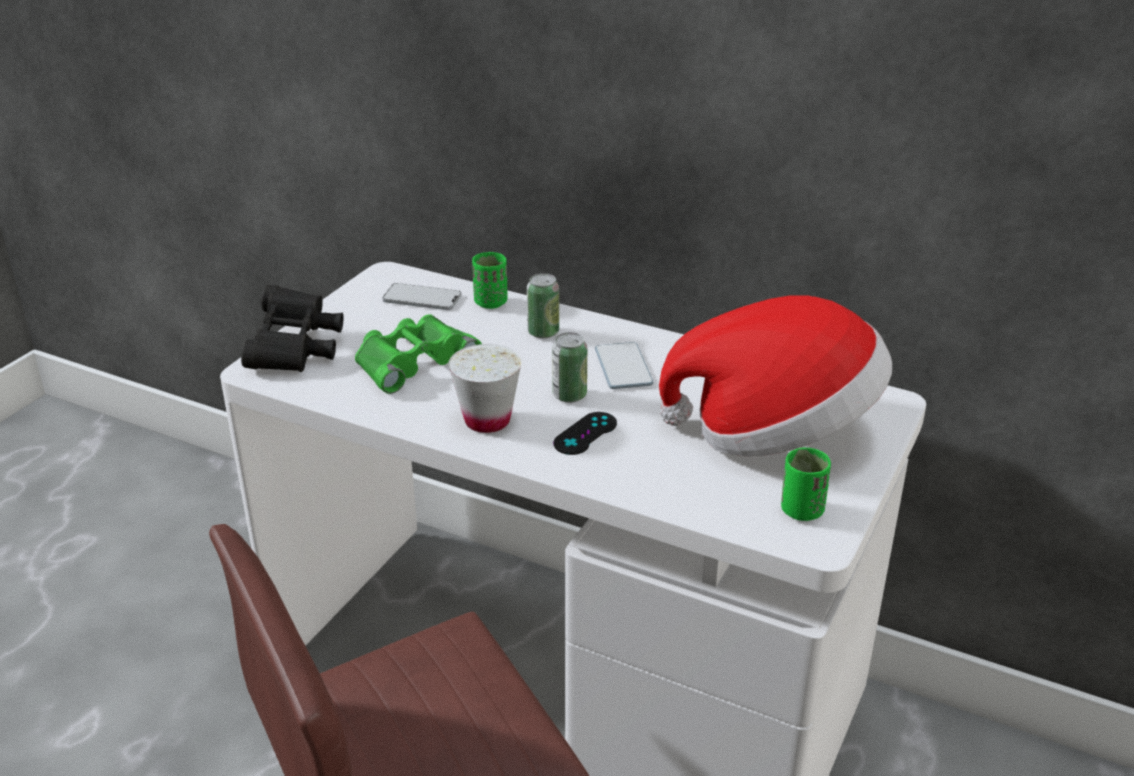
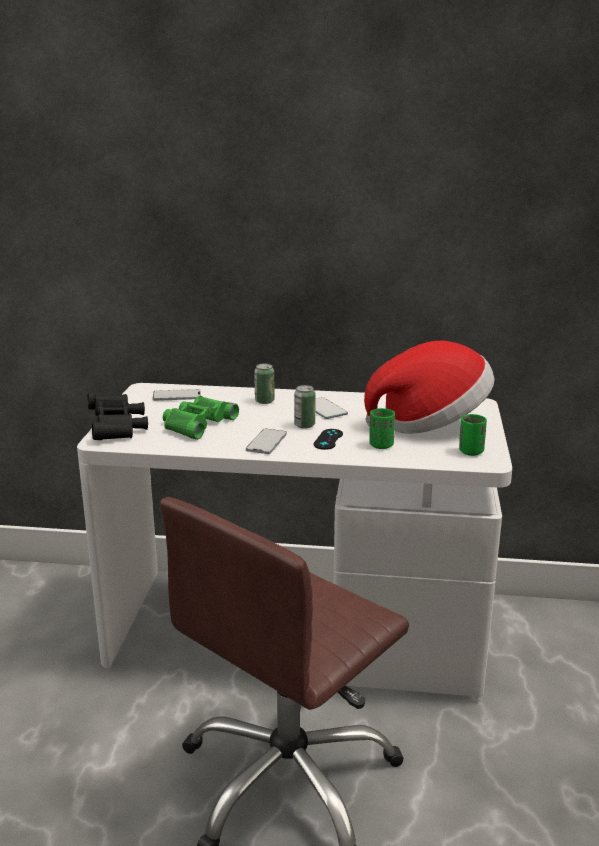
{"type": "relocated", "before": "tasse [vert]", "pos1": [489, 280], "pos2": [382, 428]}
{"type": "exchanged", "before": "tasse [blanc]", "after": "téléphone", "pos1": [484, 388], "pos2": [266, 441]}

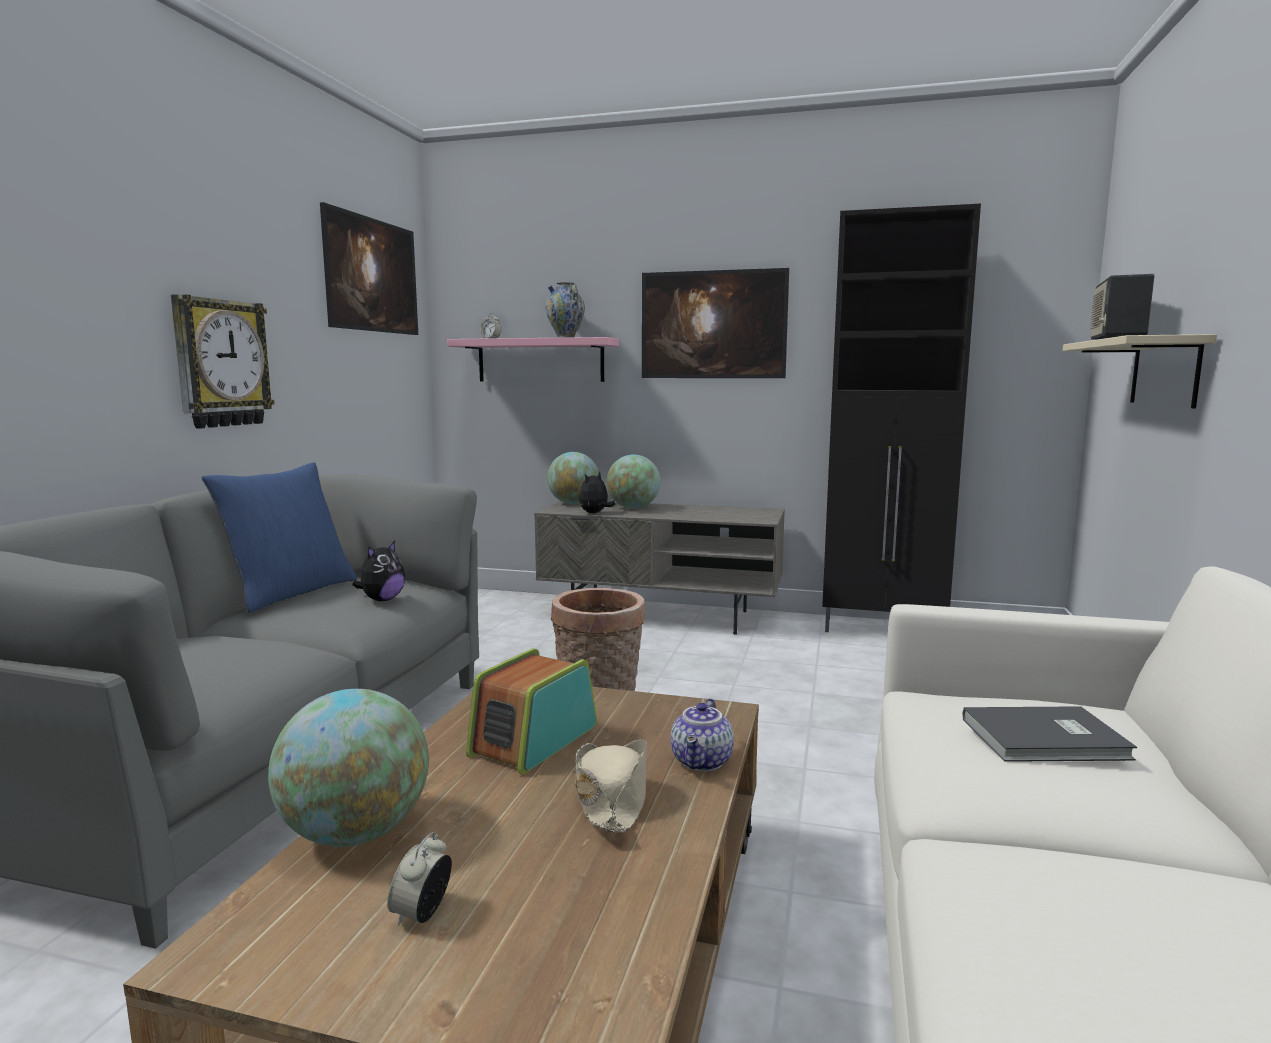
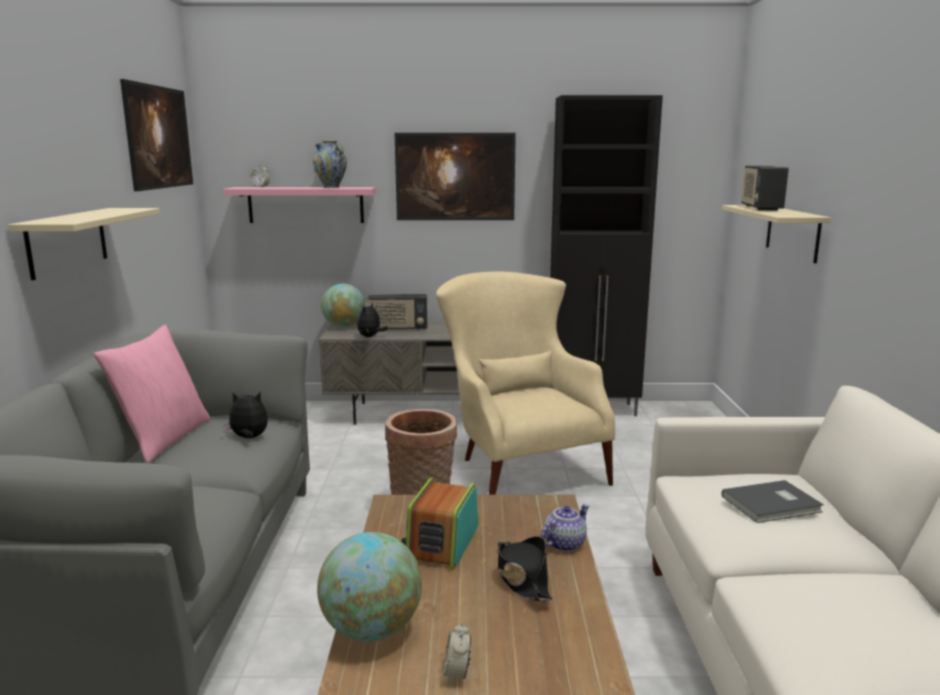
{"type": "appeared", "after": "fauteuil [beige]", "pos2": [525, 383]}
{"type": "exchanged", "before": "horloge murale", "after": "étagère [beige]", "pos1": [223, 361], "pos2": [84, 244]}
{"type": "exchanged", "before": "globe", "after": "radio", "pos1": [633, 481], "pos2": [396, 312]}
{"type": "colour", "before": "coussin [bleu]", "after": "coussin [rose]", "pos1": [279, 537], "pos2": [152, 394]}
{"type": "colour", "before": "chapeau [beige]", "after": "chapeau [noir]", "pos1": [611, 786], "pos2": [525, 569]}
{"type": "spun", "before": "peluche", "pos1": [379, 571], "pos2": [245, 415], "turn": -105}
{"type": "spun", "before": "théière", "pos1": [702, 735], "pos2": [565, 527], "turn": -135}

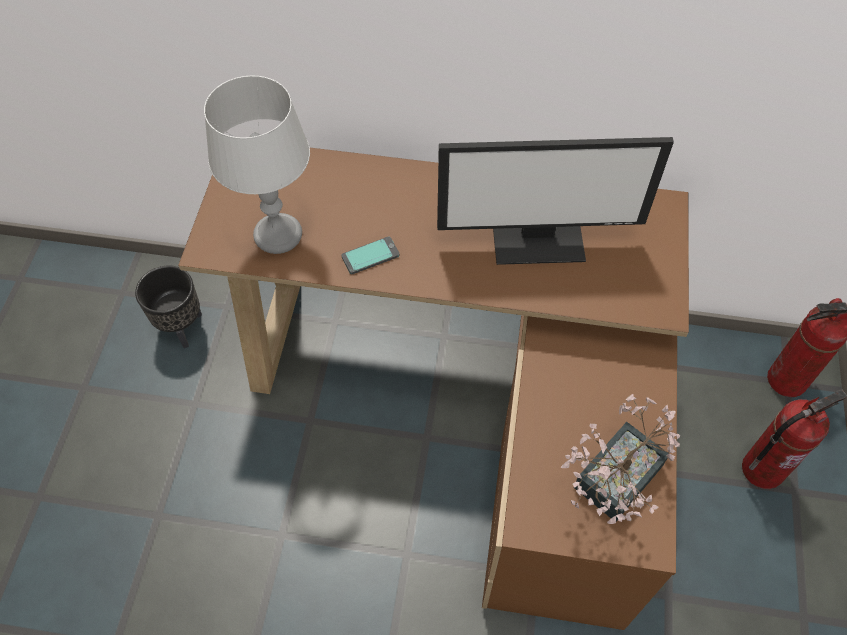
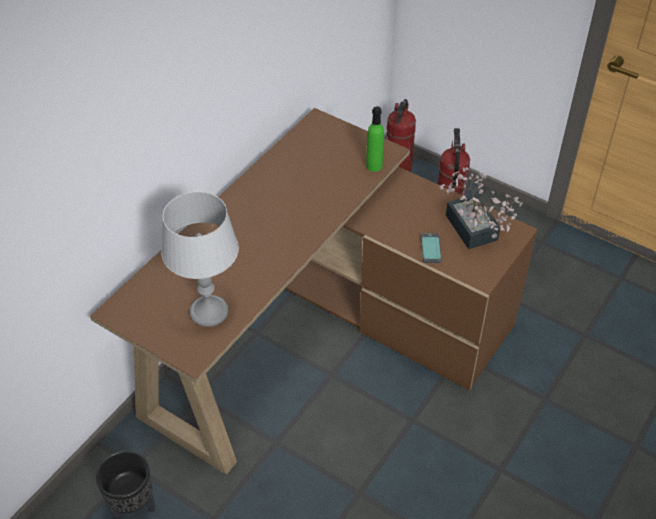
{"type": "missing", "before": "écran d'ordinateur", "pos1": [555, 201]}
{"type": "appeared", "after": "bouteille [vert]", "pos2": [375, 139]}
{"type": "relocated", "before": "téléphone", "pos1": [370, 255], "pos2": [431, 248]}

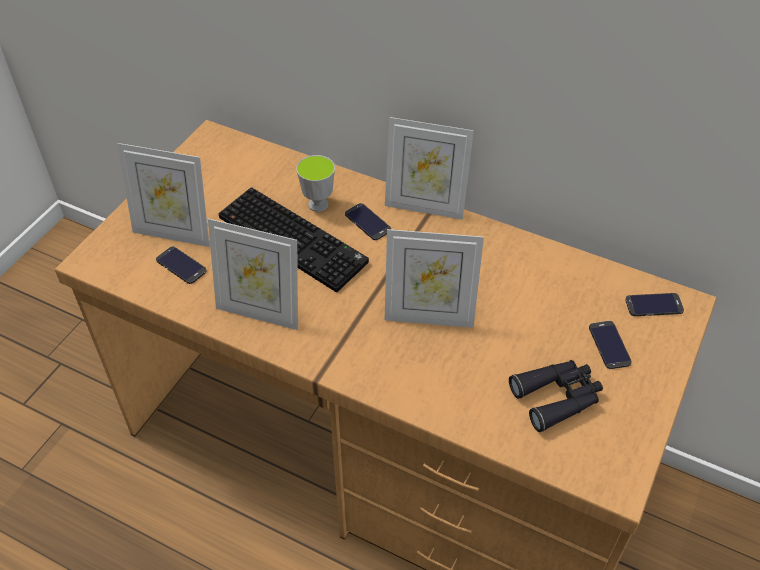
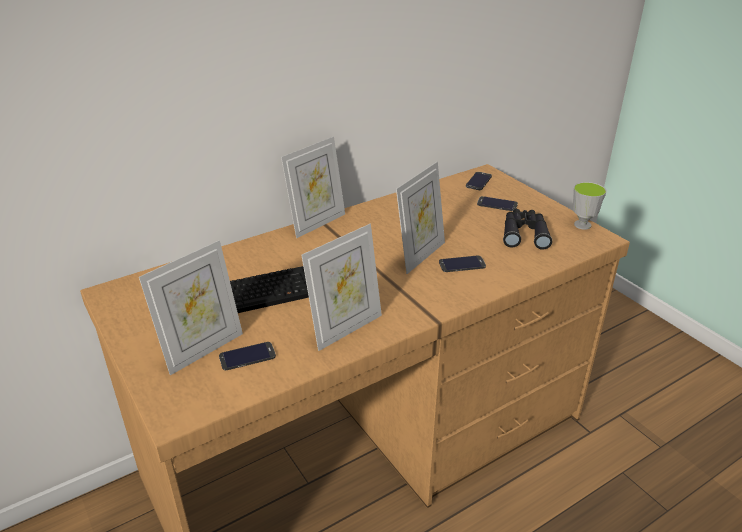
{"type": "relocated", "before": "tasse", "pos1": [315, 183], "pos2": [590, 206]}
{"type": "relocated", "before": "téléphone", "pos1": [368, 221], "pos2": [462, 264]}

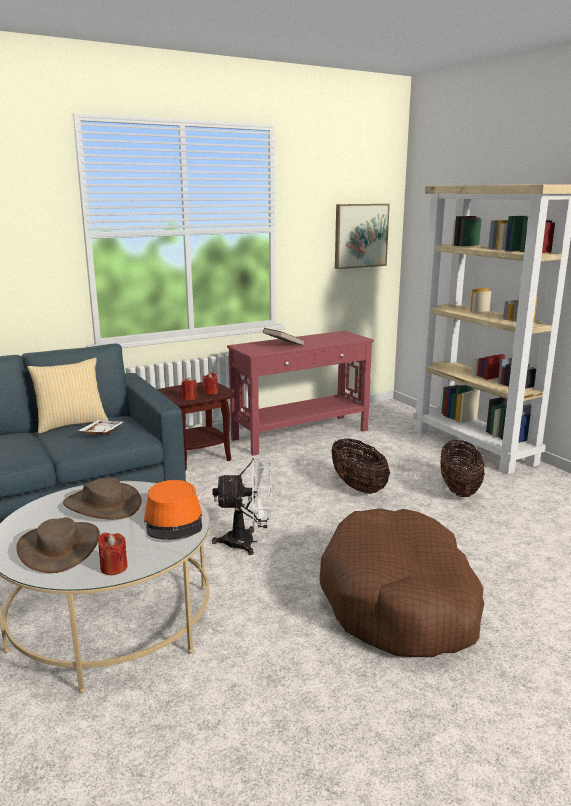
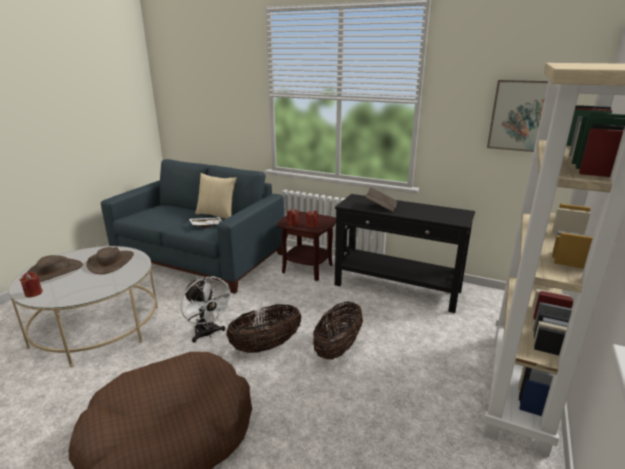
{"type": "missing", "before": "chapeau [orange]", "pos1": [173, 510]}
{"type": "relocated", "before": "panier", "pos1": [462, 468], "pos2": [263, 328]}
{"type": "colour", "before": "table console [rouge]", "after": "table console [noir]", "pos1": [300, 393], "pos2": [405, 253]}

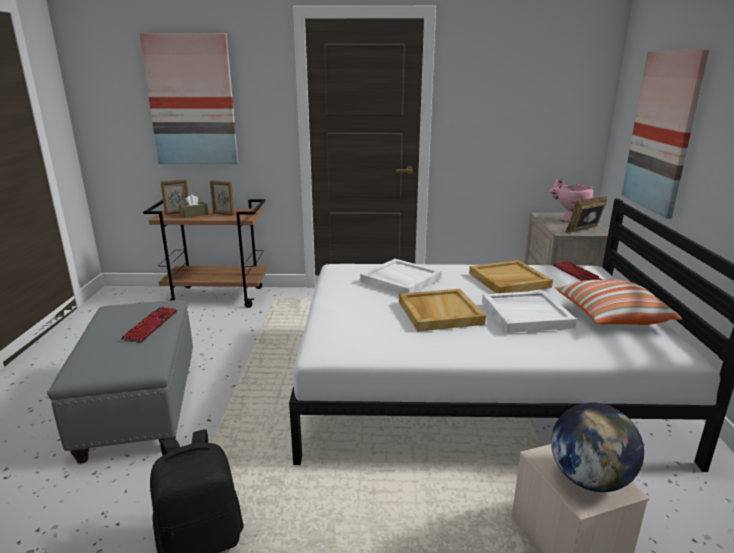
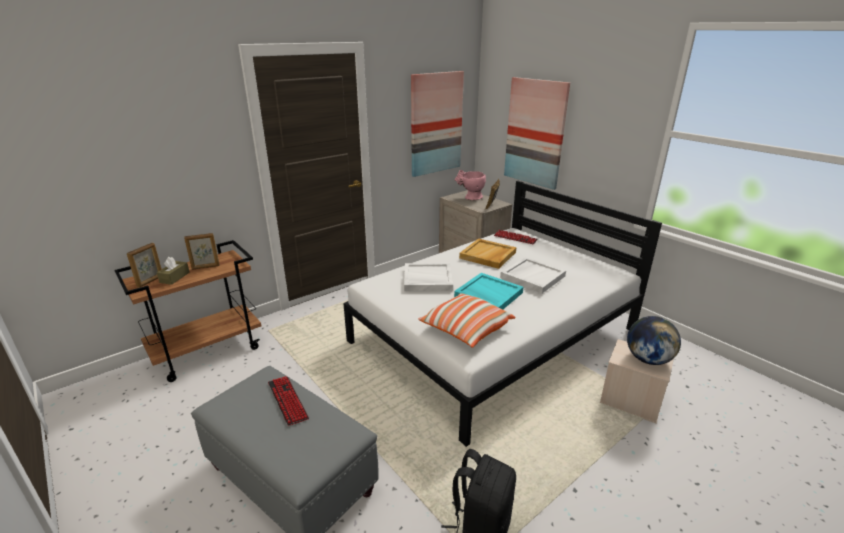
{"type": "relocated", "before": "tableau", "pos1": [188, 98], "pos2": [437, 124]}
{"type": "relocated", "before": "coussin", "pos1": [618, 302], "pos2": [467, 320]}
{"type": "colour", "before": "plateau [beige]", "after": "plateau [turquoise]", "pos1": [442, 310], "pos2": [489, 291]}

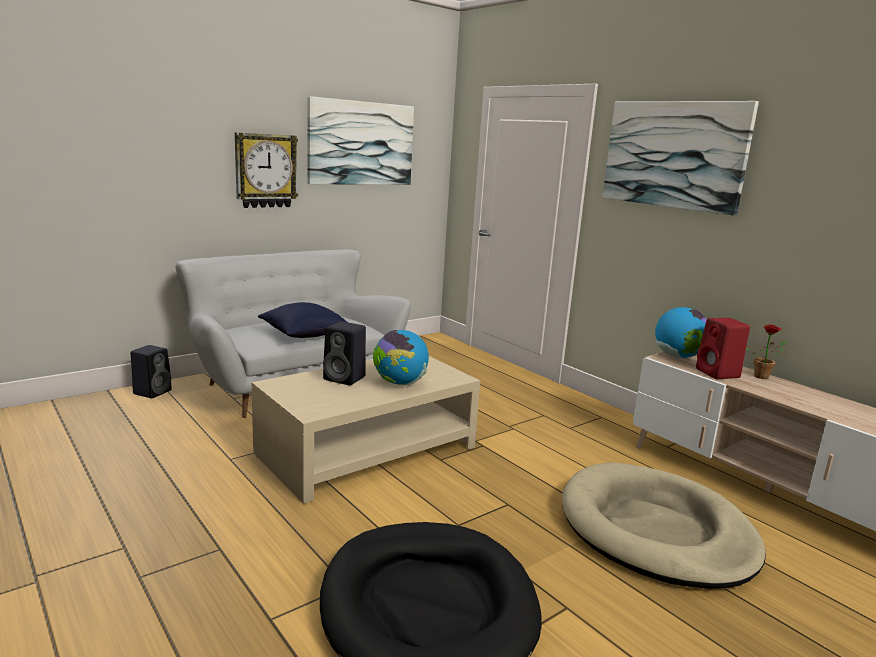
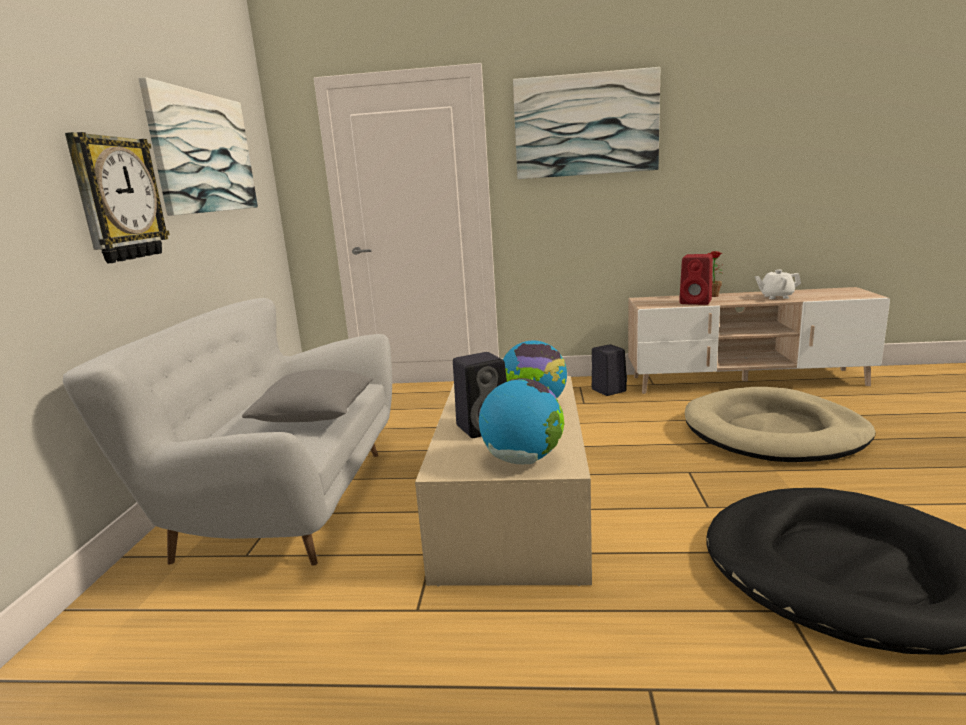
{"type": "appeared", "after": "théière [blanc]", "pos2": [778, 284]}
{"type": "relocated", "before": "enceinte [noir]", "pos1": [151, 372], "pos2": [609, 370]}
{"type": "relocated", "before": "globe", "pos1": [681, 333], "pos2": [522, 421]}
{"type": "colour", "before": "coussin [bleu]", "after": "coussin [gris]", "pos1": [302, 320], "pos2": [307, 395]}

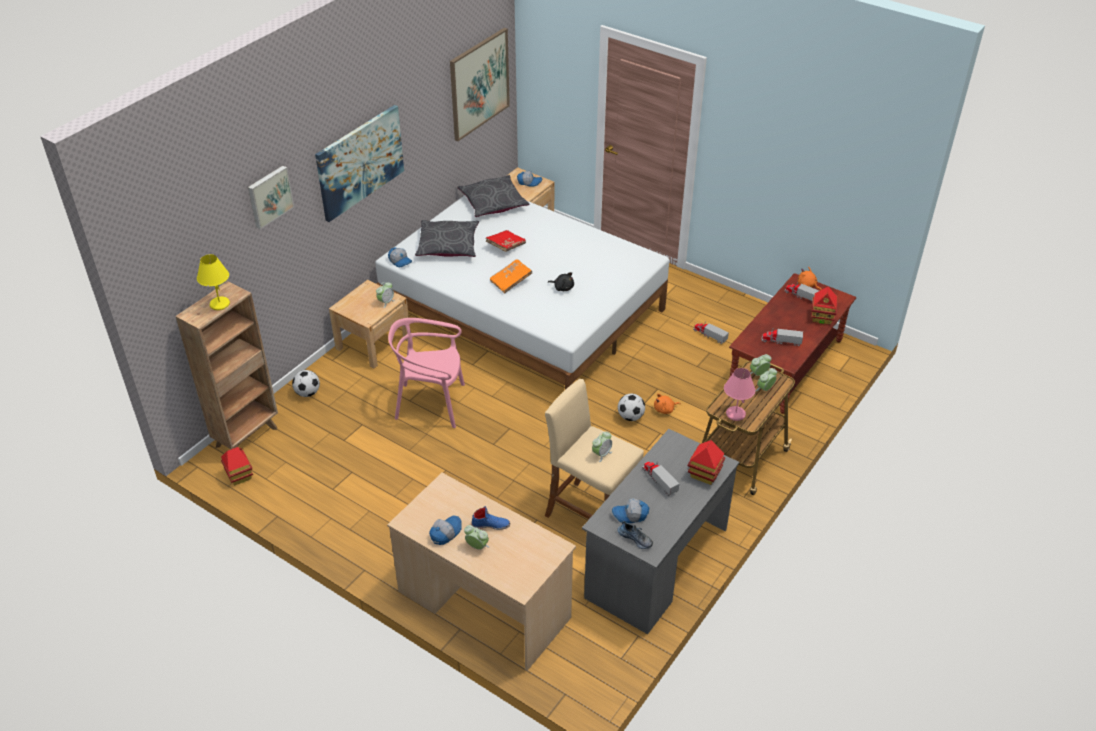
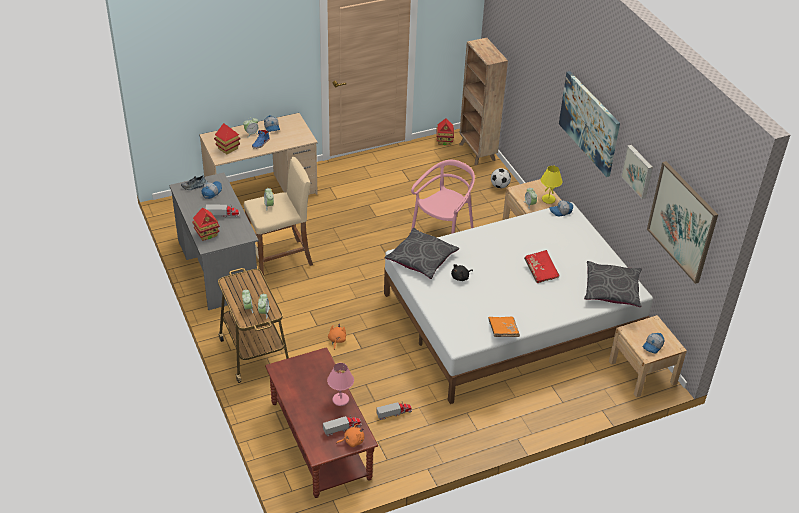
{"type": "missing", "before": "ballon de foot", "pos1": [631, 407]}
{"type": "missing", "before": "camion jouet", "pos1": [782, 337]}
{"type": "relocated", "before": "lampe de table [jaune]", "pos1": [213, 282], "pos2": [552, 184]}
{"type": "relocated", "before": "tableau", "pos1": [271, 197], "pos2": [637, 172]}
{"type": "relocated", "before": "coussin [gris]", "pos1": [447, 238], "pos2": [421, 253]}
{"type": "relocated", "before": "livre [orange]", "pos1": [511, 276], "pos2": [504, 327]}
{"type": "relocated", "before": "lampe de table [rose]", "pos1": [740, 394], "pos2": [340, 384]}
{"type": "relocated", "before": "maison miniature", "pos1": [824, 306], "pos2": [227, 138]}

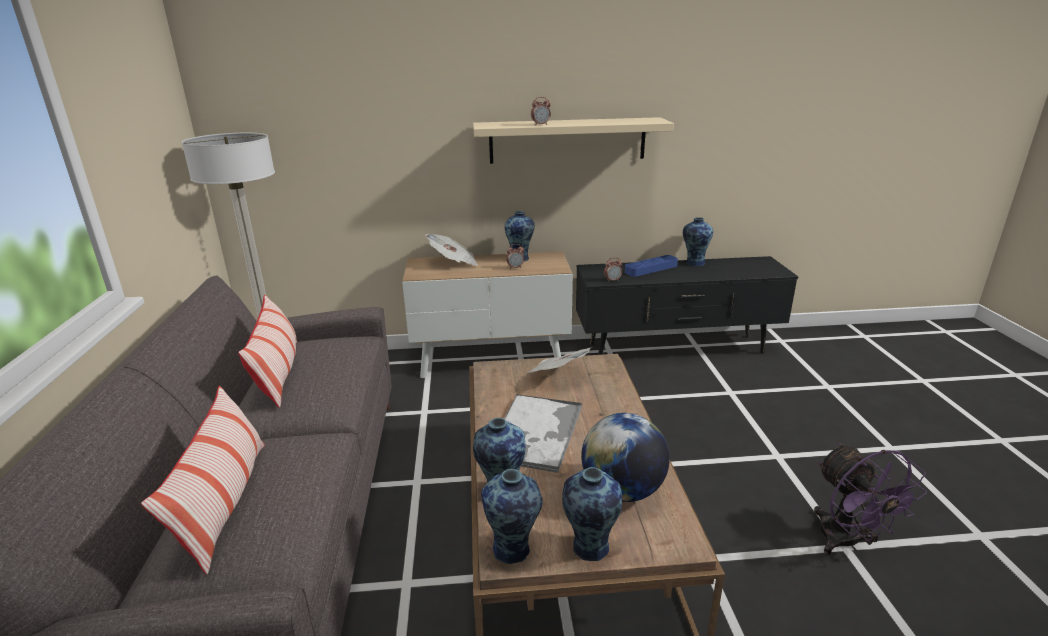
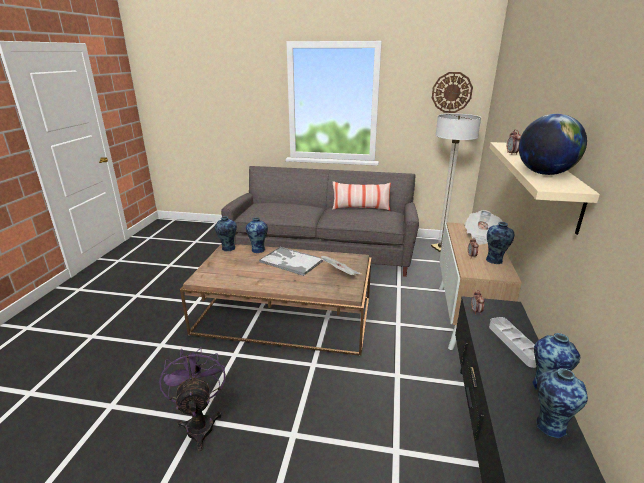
{"type": "missing", "before": "coussin", "pos1": [203, 480]}
{"type": "appeared", "after": "horloge murale", "pos2": [452, 92]}
{"type": "relocated", "before": "vase", "pos1": [592, 514], "pos2": [562, 403]}
{"type": "relocated", "before": "globe", "pos1": [625, 457], "pos2": [553, 144]}
{"type": "colour", "before": "plateau [bleu]", "after": "plateau [gris]", "pos1": [651, 266], "pos2": [512, 342]}
{"type": "spun", "before": "ventilateur [violet]", "pos1": [870, 499], "pos2": [192, 399], "turn": 75}

